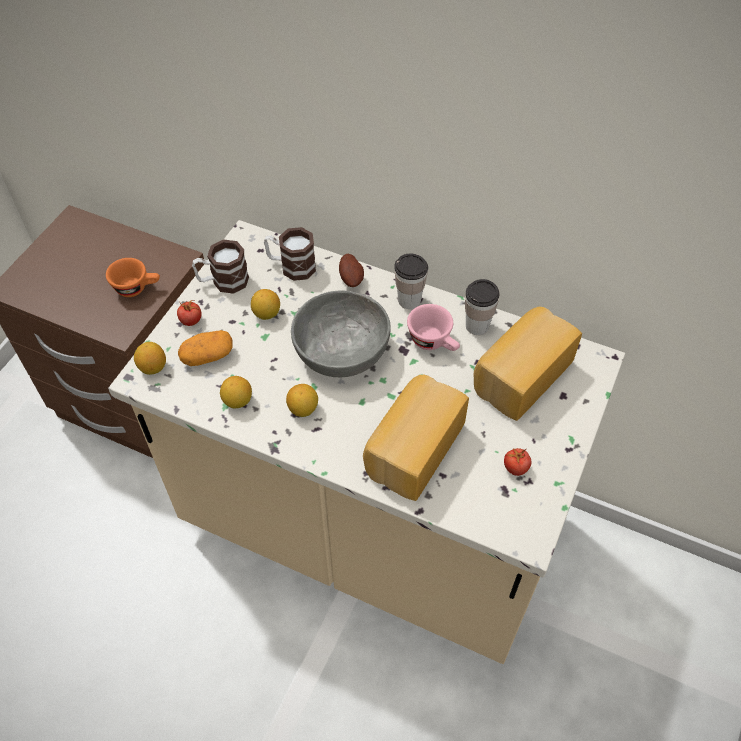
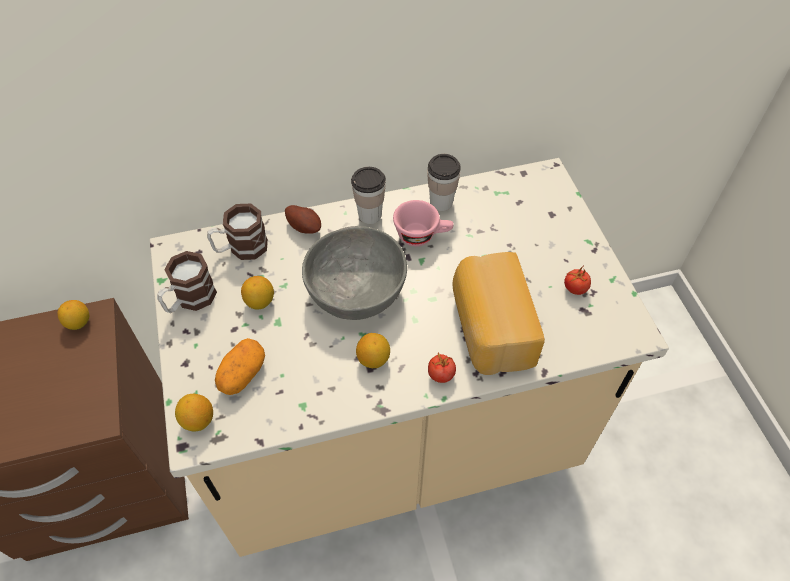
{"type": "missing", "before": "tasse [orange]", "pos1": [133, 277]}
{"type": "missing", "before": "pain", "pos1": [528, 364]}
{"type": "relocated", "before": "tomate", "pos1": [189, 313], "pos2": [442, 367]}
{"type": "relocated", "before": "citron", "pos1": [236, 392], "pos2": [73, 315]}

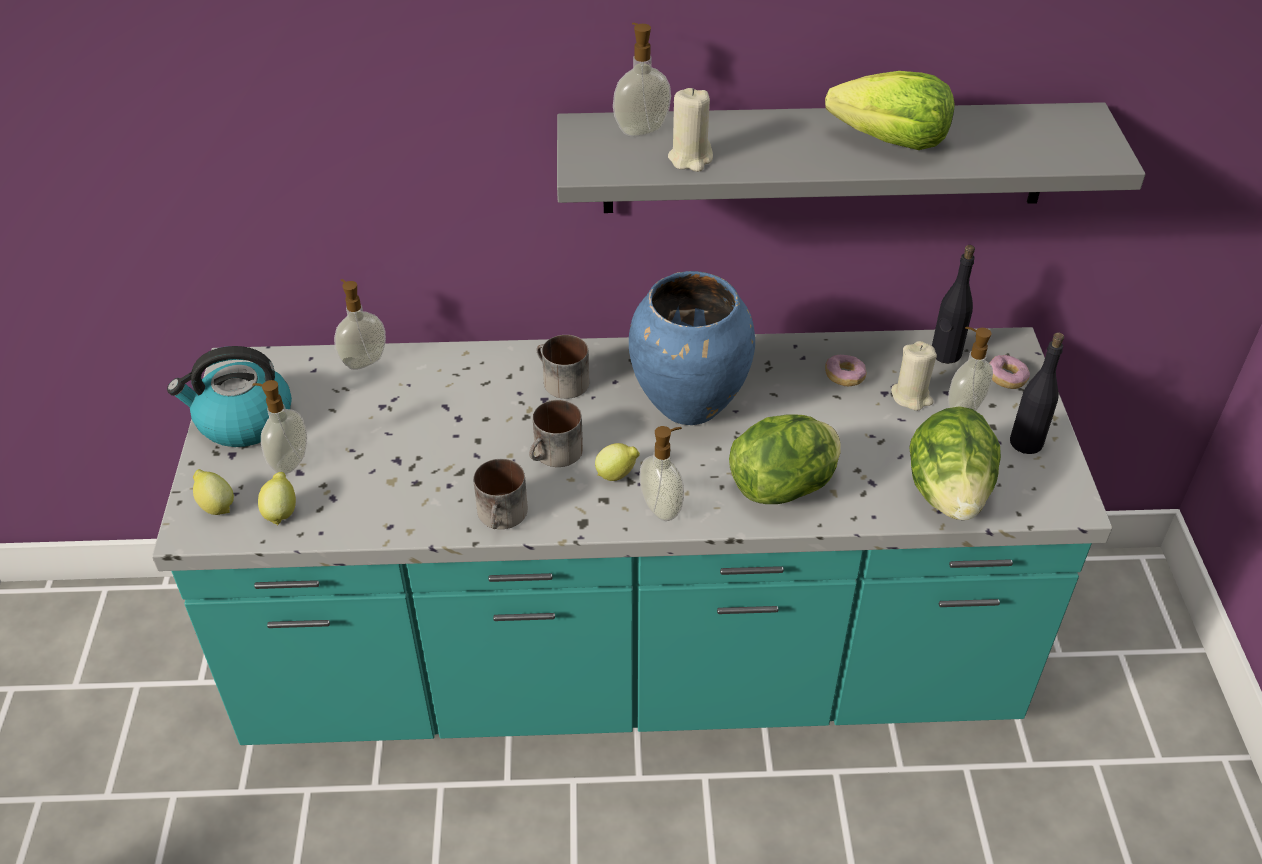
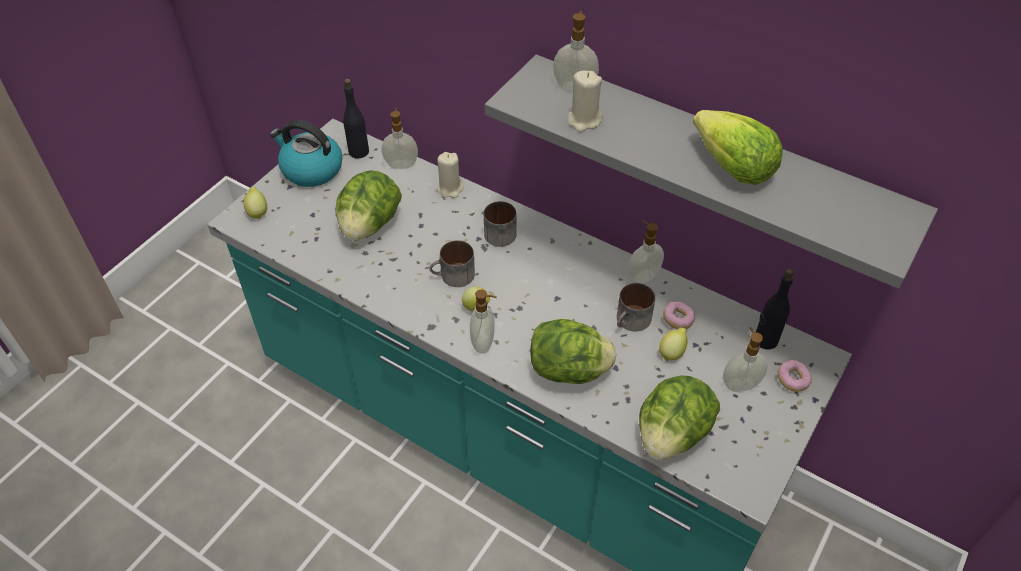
{"type": "missing", "before": "vase [bleu]", "pos1": [692, 348]}
{"type": "appeared", "after": "laitue", "pos2": [369, 205]}
{"type": "relocated", "before": "distributeur de savon", "pos1": [279, 427], "pos2": [646, 252]}
{"type": "relocated", "before": "citron", "pos1": [277, 498], "pos2": [673, 344]}
{"type": "relocated", "before": "mug", "pos1": [500, 494], "pos2": [636, 307]}
{"type": "relocated", "before": "bougie [beige]", "pos1": [914, 376], "pos2": [450, 175]}
{"type": "relocated", "before": "bouteille [noir]", "pos1": [1037, 393], "pos2": [356, 118]}

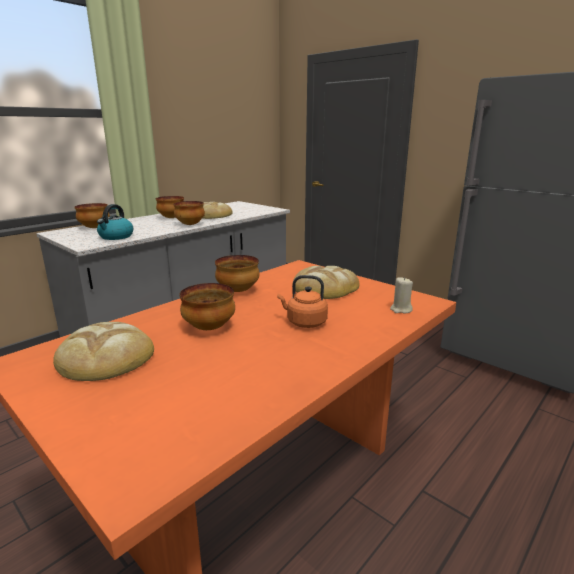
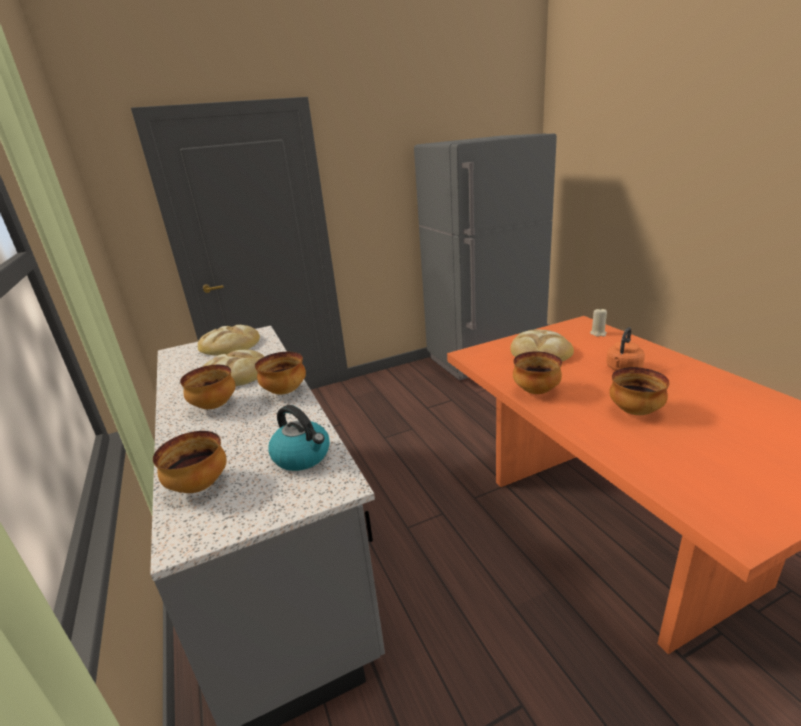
{"type": "relocated", "before": "pain", "pos1": [103, 351], "pos2": [229, 340]}

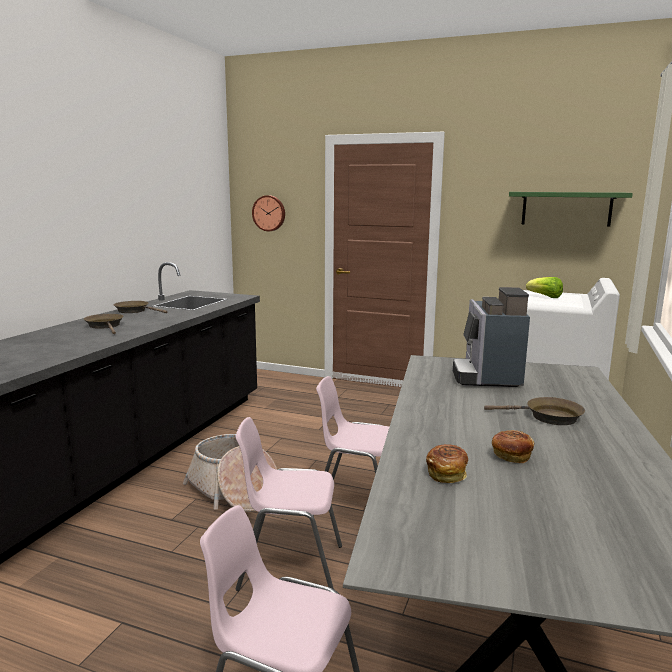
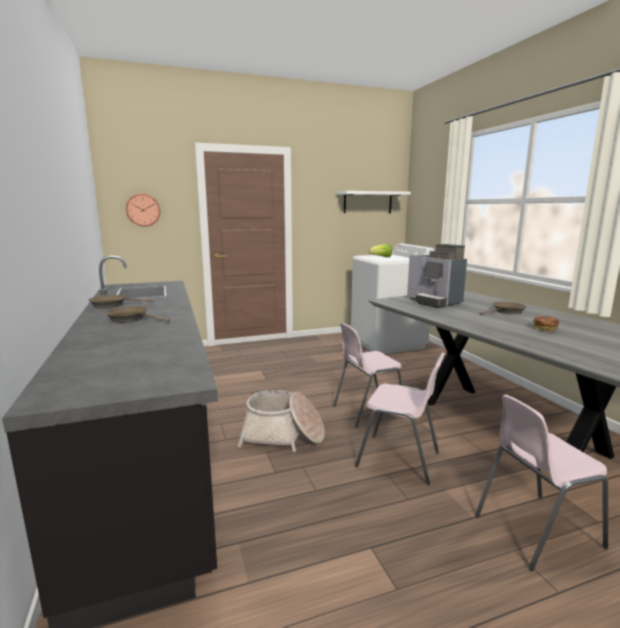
{"type": "missing", "before": "pain", "pos1": [447, 463]}
{"type": "colour", "before": "étagère [vert]", "after": "étagère [blanc]", "pos1": [571, 209], "pos2": [374, 202]}
{"type": "spun", "before": "chaise [rose]", "pos1": [288, 504], "pos2": [400, 418], "turn": -120}

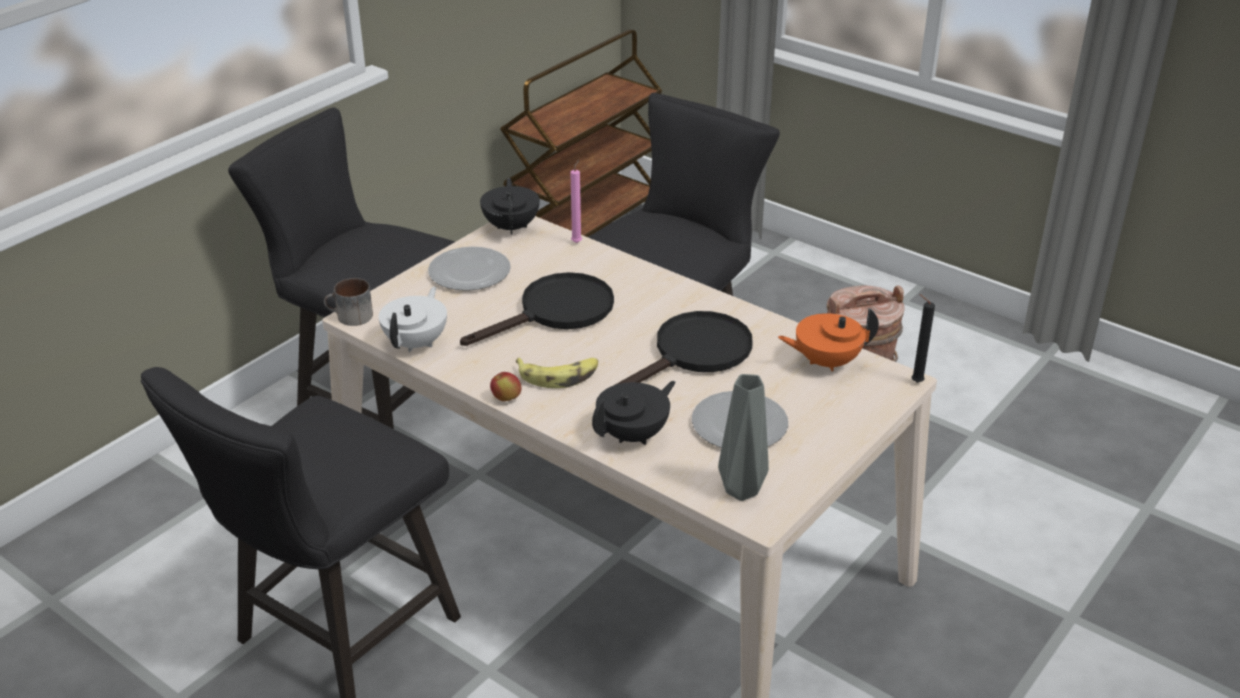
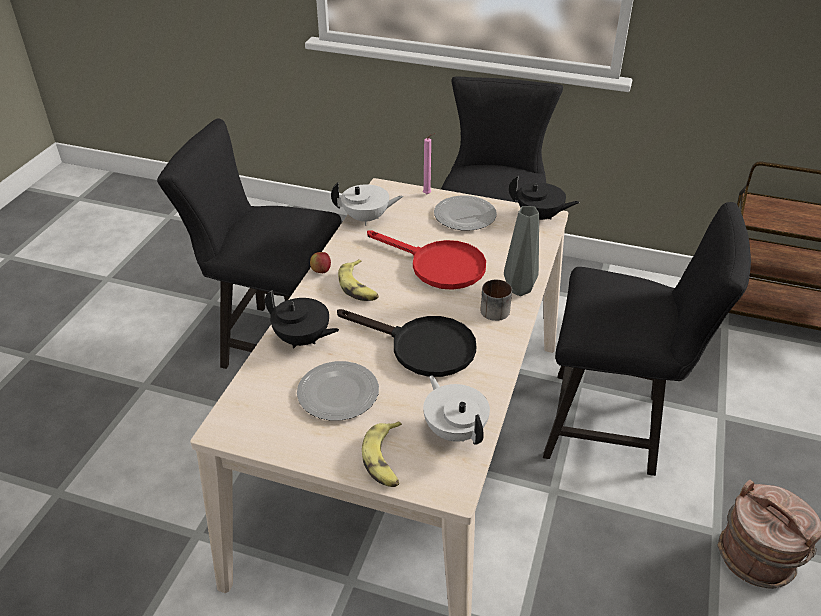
{"type": "missing", "before": "bougie [noir]", "pos1": [923, 338]}
{"type": "appeared", "after": "banane", "pos2": [382, 454]}
{"type": "relocated", "before": "mug", "pos1": [348, 302], "pos2": [496, 300]}
{"type": "relocated", "before": "bougie [rose]", "pos1": [576, 201], "pos2": [429, 163]}
{"type": "relocated", "before": "vase [gris]", "pos1": [743, 437], "pos2": [521, 251]}
{"type": "colour", "before": "poêle [noir]", "after": "poêle [rouge]", "pos1": [537, 309], "pos2": [426, 260]}
{"type": "colour", "before": "théière [orange]", "after": "théière [blanc]", "pos1": [828, 340], "pos2": [456, 410]}
{"type": "spun", "before": "théière [noir]", "pos1": [510, 206], "pos2": [544, 197], "turn": 45}

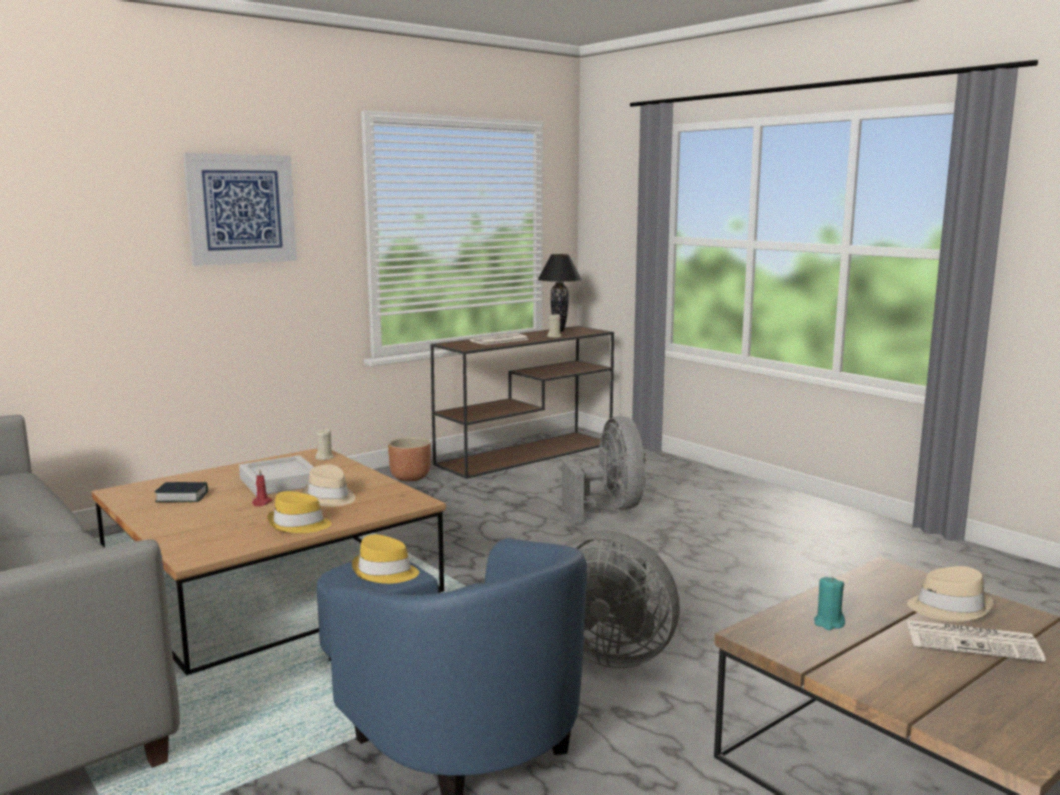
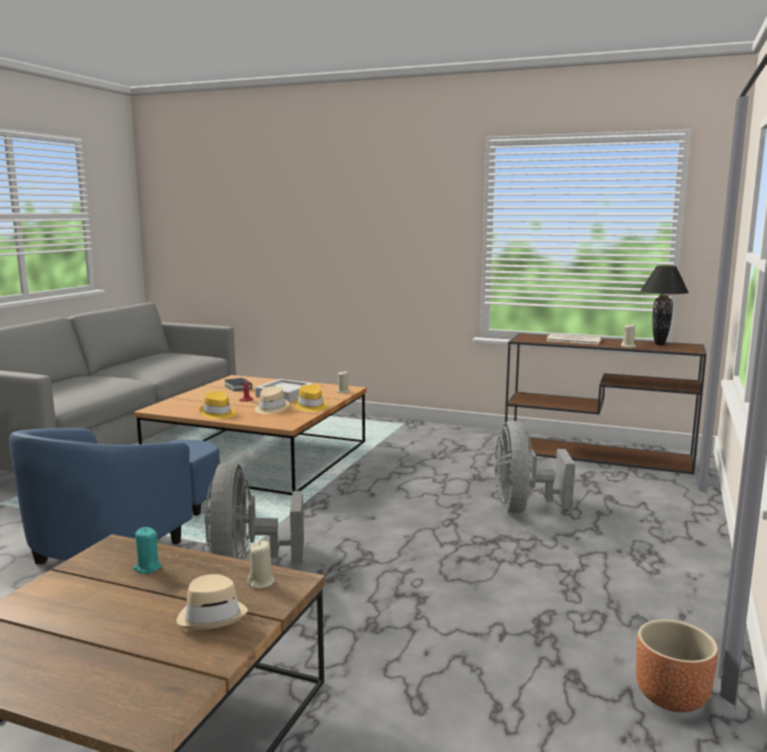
{"type": "missing", "before": "tableau", "pos1": [240, 209]}
{"type": "missing", "before": "journal", "pos1": [976, 641]}
{"type": "appeared", "after": "bougie [beige]", "pos2": [261, 565]}
{"type": "relocated", "before": "chapeau [jaune]", "pos1": [385, 559], "pos2": [311, 397]}
{"type": "relocated", "before": "cache-pot [marron]", "pos1": [409, 459], "pos2": [677, 666]}
{"type": "spun", "before": "ventilateur [gris]", "pos1": [604, 469], "pos2": [534, 467], "turn": 135}

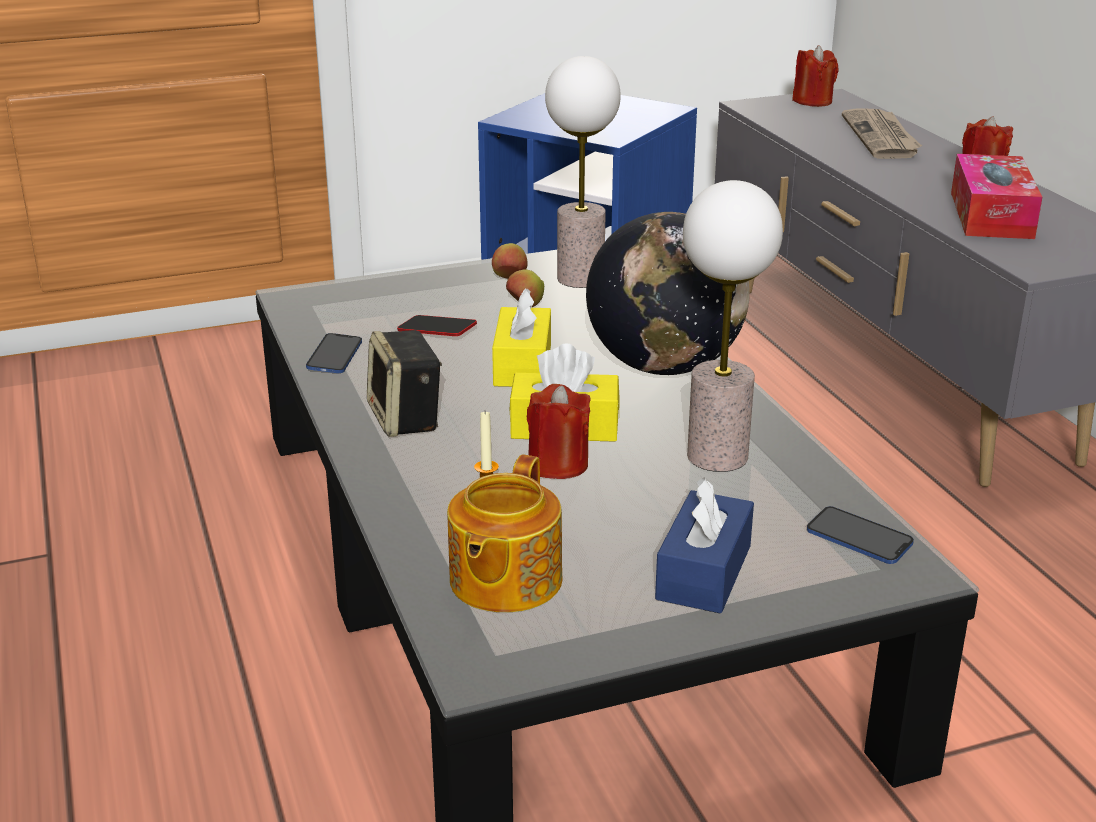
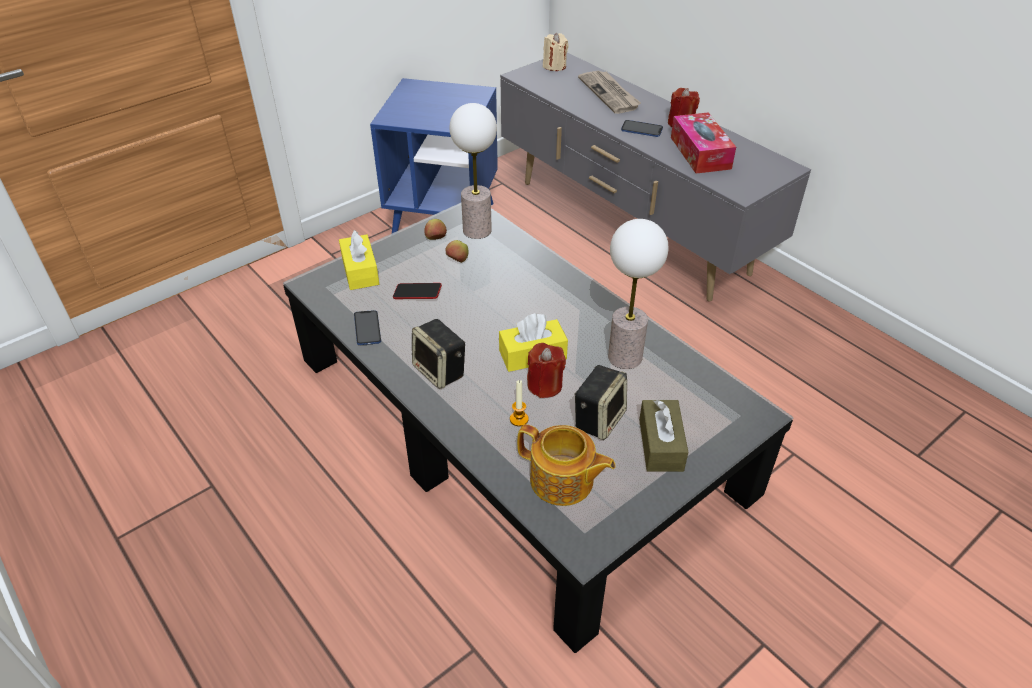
{"type": "missing", "before": "globe", "pos1": [668, 293]}
{"type": "appeared", "after": "enceinte", "pos2": [600, 402]}
{"type": "relocated", "before": "boîte à mouchoirs [jaune]", "pos1": [521, 337], "pos2": [359, 260]}
{"type": "relocated", "before": "téléphone", "pos1": [860, 535], "pos2": [642, 128]}
{"type": "colour", "before": "boîte à mouchoirs [bleu]", "after": "boîte à mouchoirs [marron]", "pos1": [704, 545], "pos2": [663, 436]}
{"type": "colour", "before": "bougie [rouge]", "after": "bougie [beige]", "pos1": [815, 76], "pos2": [556, 52]}
{"type": "spun", "before": "théière", "pos1": [504, 534], "pos2": [566, 465], "turn": -60}

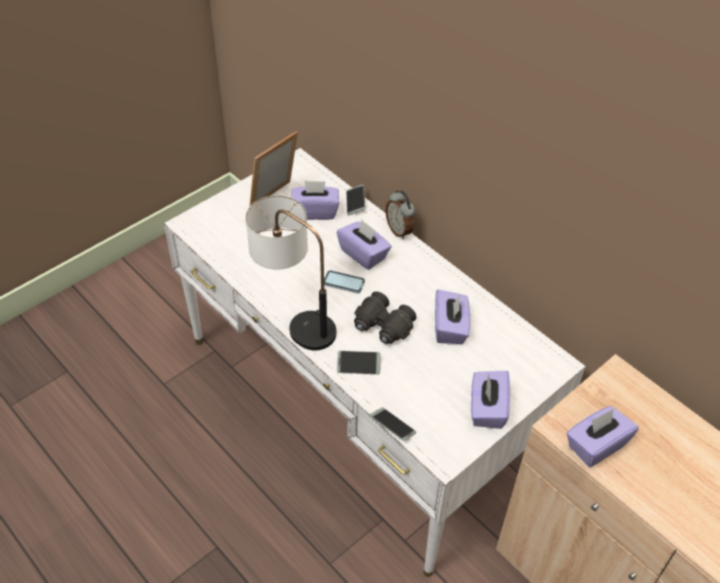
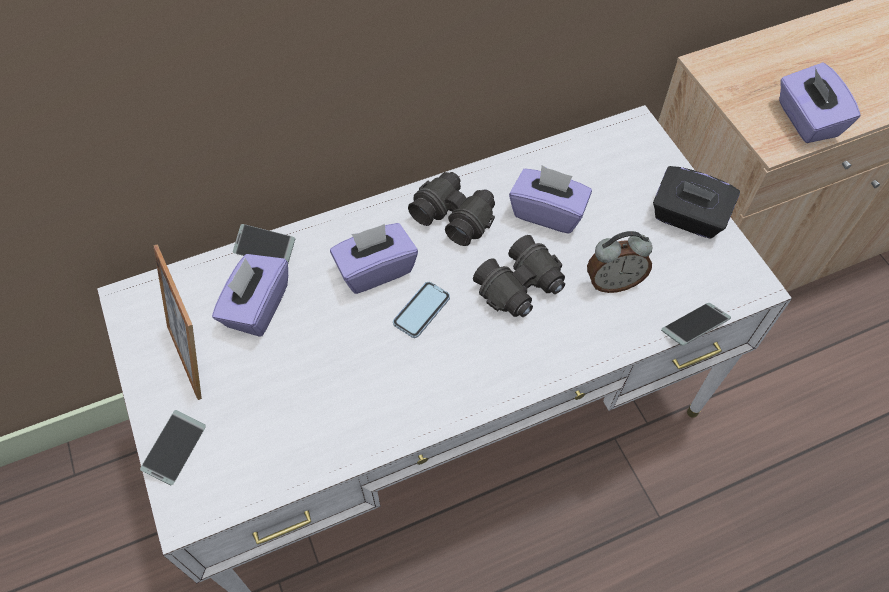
{"type": "missing", "before": "lampe de table", "pos1": [291, 272]}
{"type": "appeared", "after": "jumelles [noir]", "pos2": [451, 209]}
{"type": "relocated", "before": "téléphone", "pos1": [359, 362], "pos2": [173, 447]}
{"type": "relocated", "before": "réveil", "pos1": [400, 214], "pos2": [619, 262]}
{"type": "colour", "before": "boîte à mouchoirs [violet]", "after": "boîte à mouchoirs [noir]", "pos1": [490, 400], "pos2": [696, 202]}

